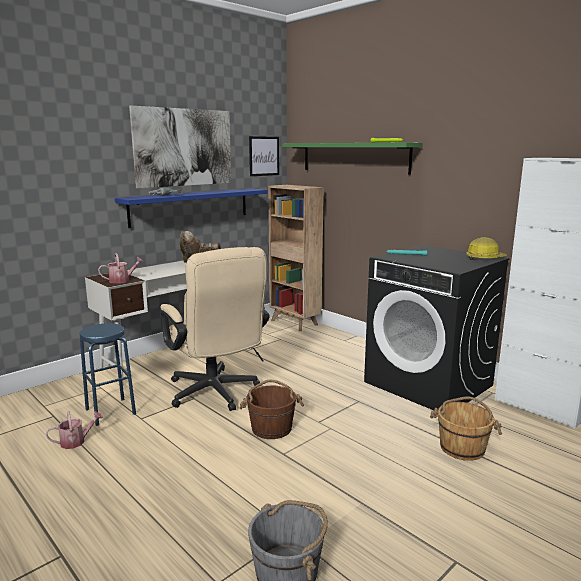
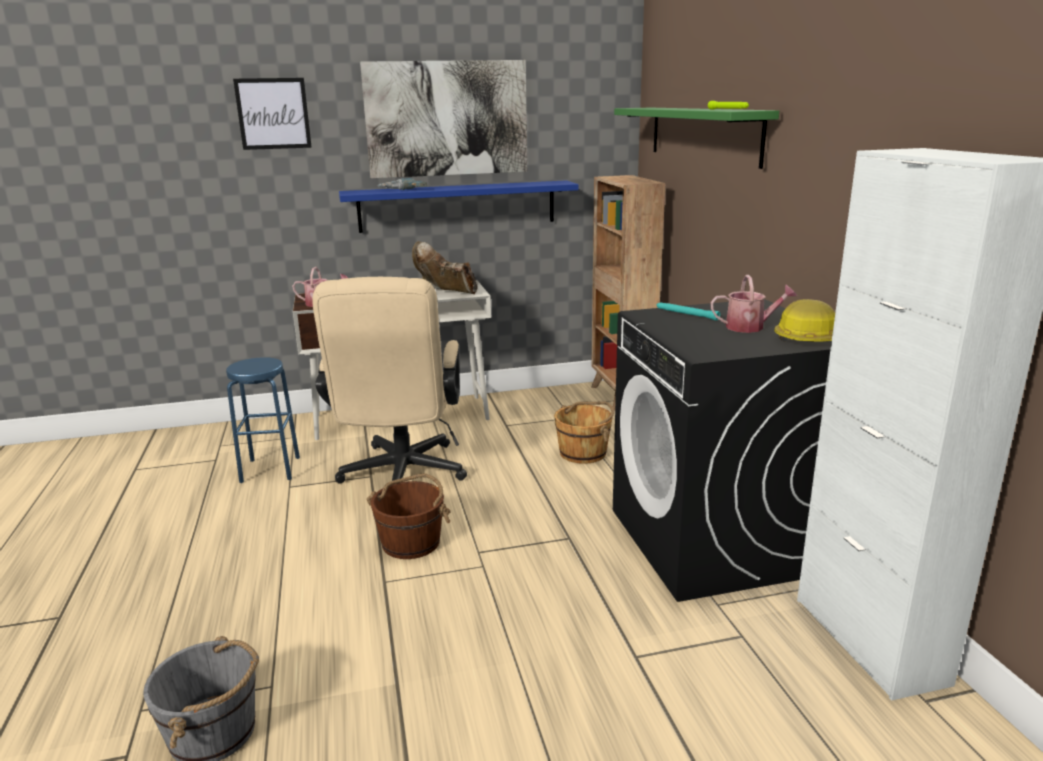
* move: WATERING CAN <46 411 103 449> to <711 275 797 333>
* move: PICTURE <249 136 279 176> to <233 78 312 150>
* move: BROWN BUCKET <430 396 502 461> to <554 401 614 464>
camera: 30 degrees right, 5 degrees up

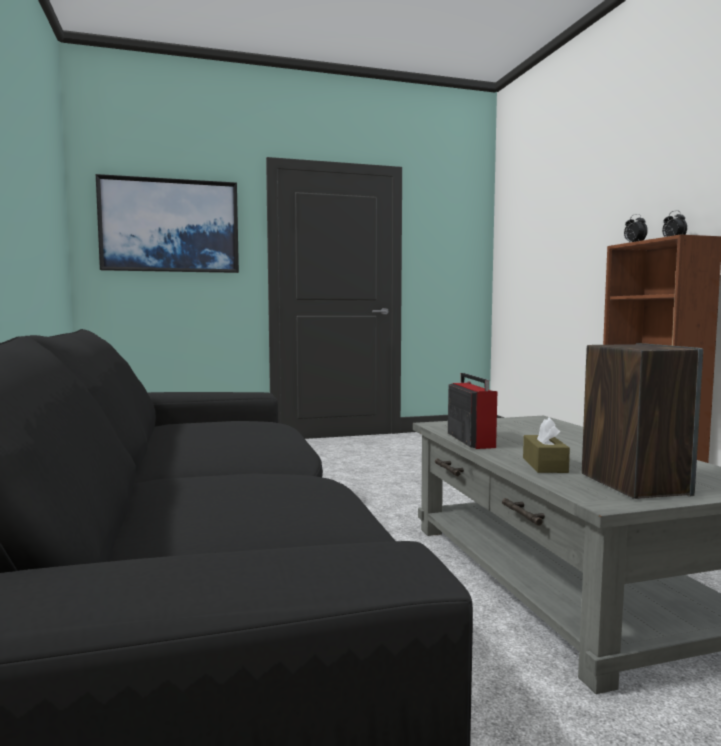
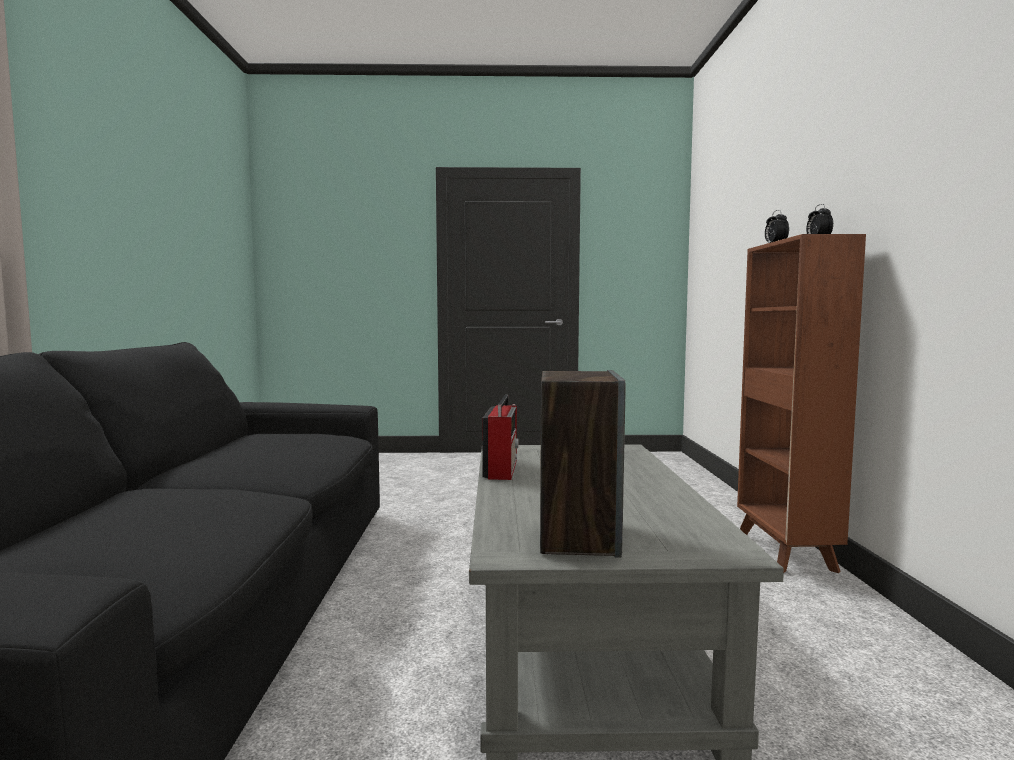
* delete: PICTURE <96 174 239 273>
* delete: BROWN TISSUE BOX <523 417 570 473>
camera: 15 degrees right, 0 degrees up

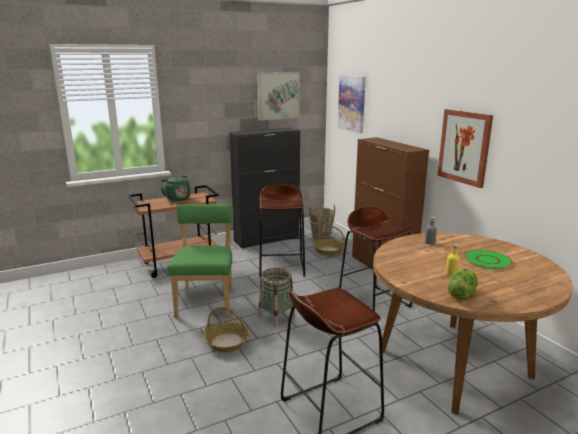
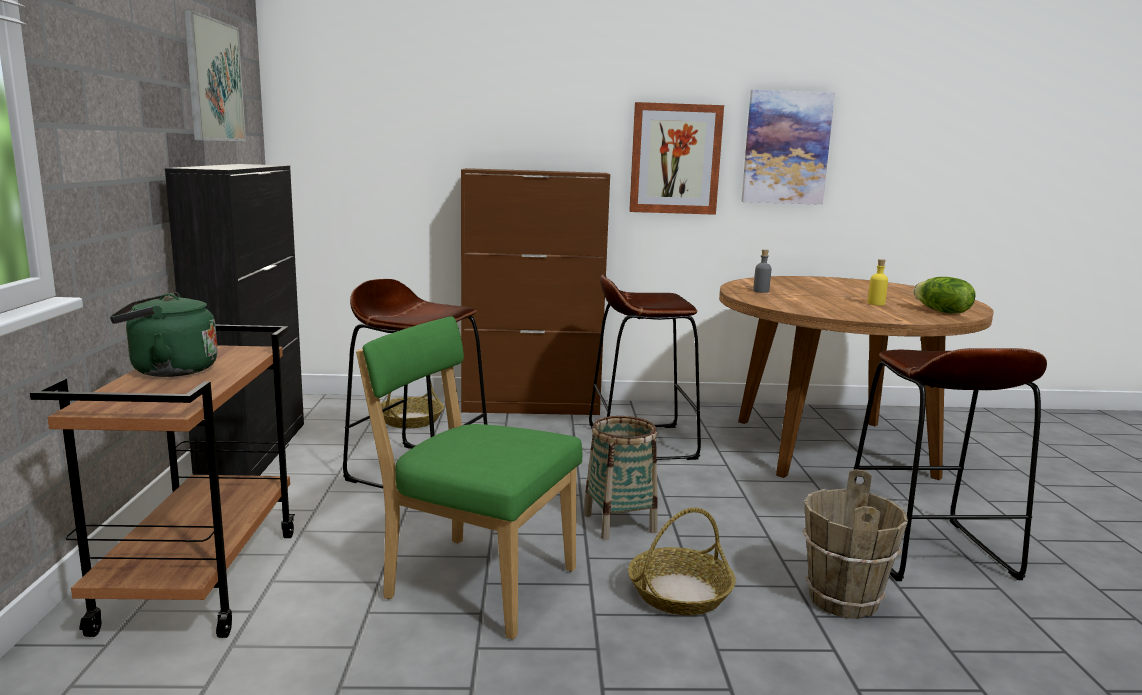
* move: BROWN BUCKET <309 205 335 240> to <803 469 908 619>
* move: PICTURE <338 75 366 133> to <741 90 835 205>
* delete: GREEN PLATE <465 250 513 269>
camera: 65 degrees left, 5 degrees down

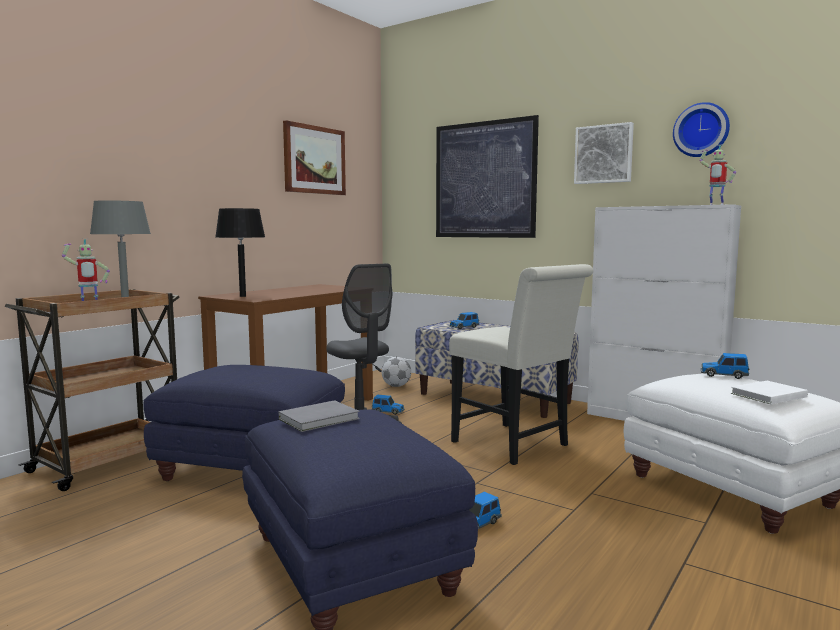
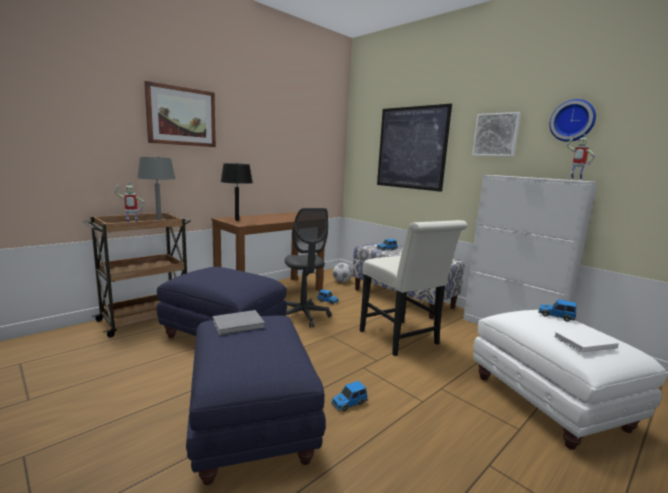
* move: PICTURE <283 120 346 195> to <144 81 216 147>
camera: 10 degrees right, 5 degrees up

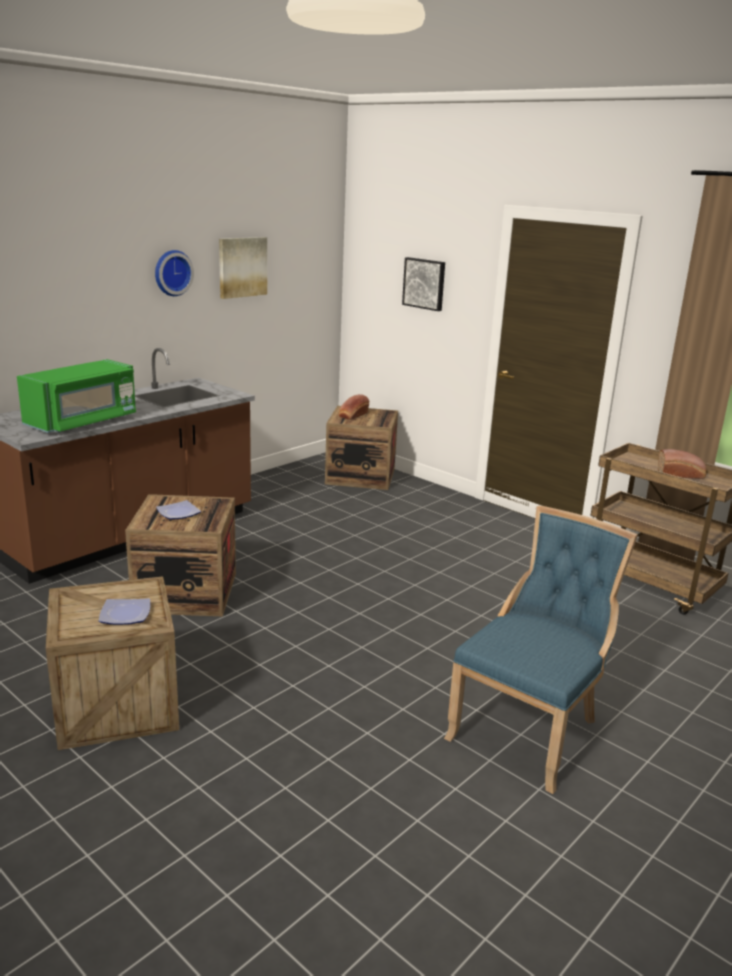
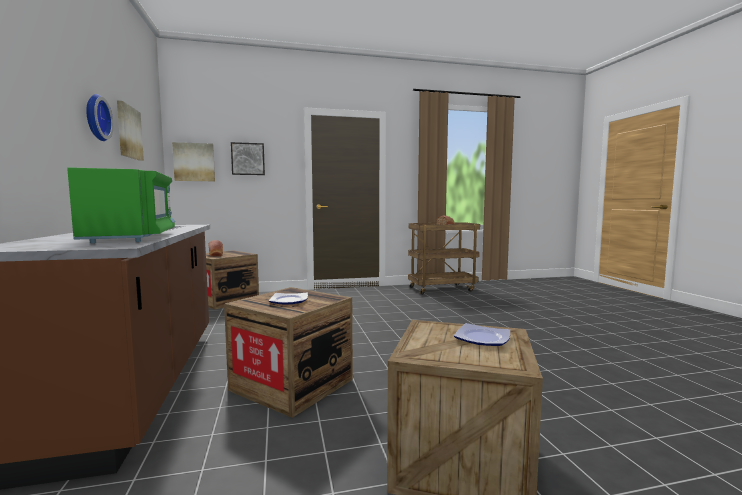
* delete: BLUE CHAIR <444 505 638 794>
* insert: PICTURE <172 142 215 181>
camera: 55 degrees left, 15 degrees down

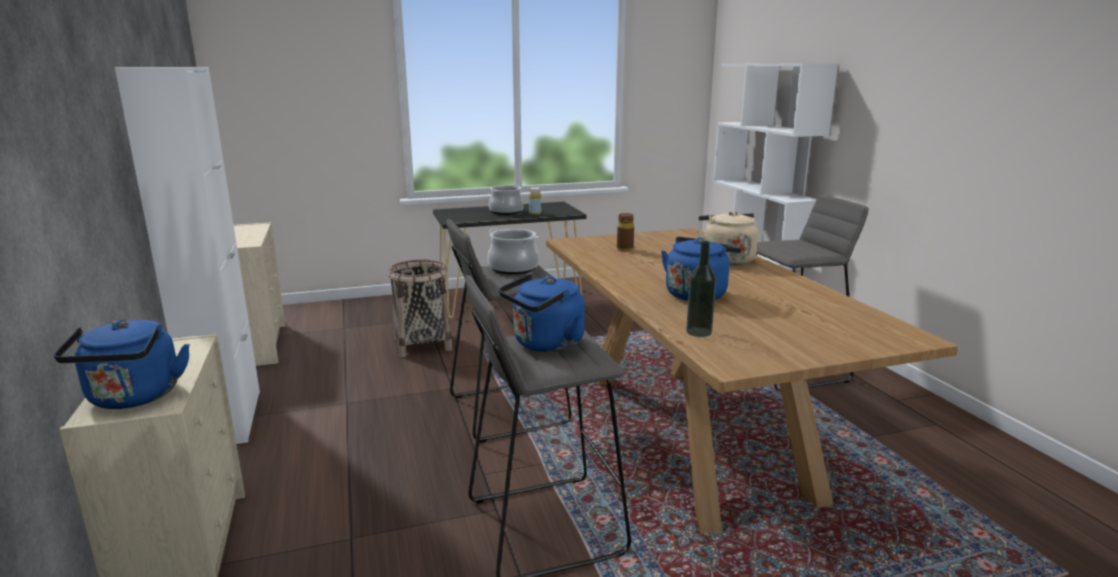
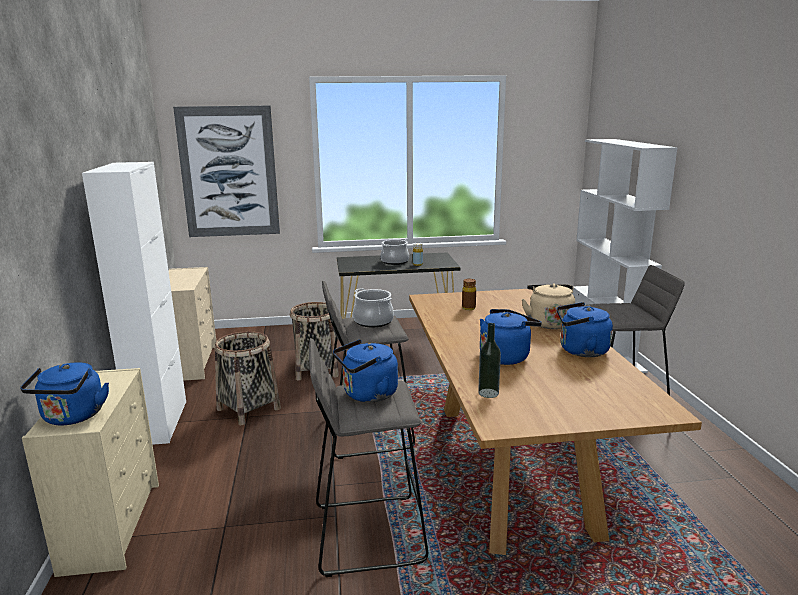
* insert: PICTURE <173 105 280 237>
* insert: BASKET <214 331 281 425>
* insert: BLUE KETTLE <557 302 613 357>
camera: 10 degrees right, 0 degrees up

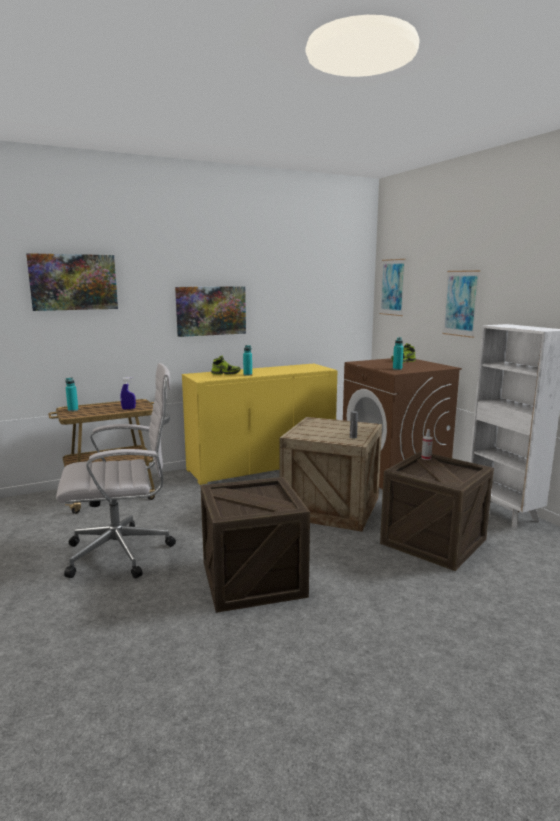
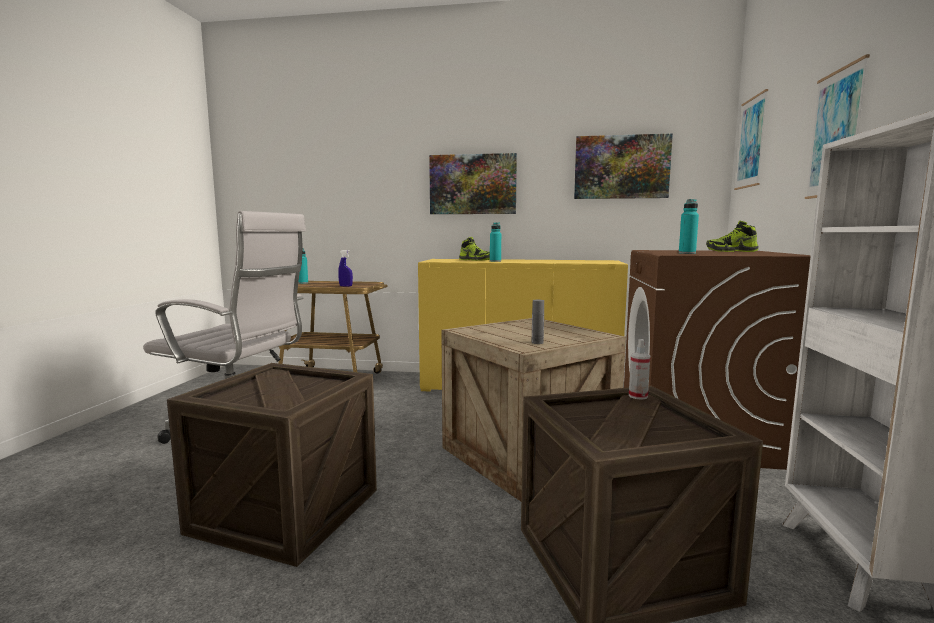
* move: PICTURE <26 253 118 311> to <574 133 673 199>
camera: 35 degrees right, 5 degrees down

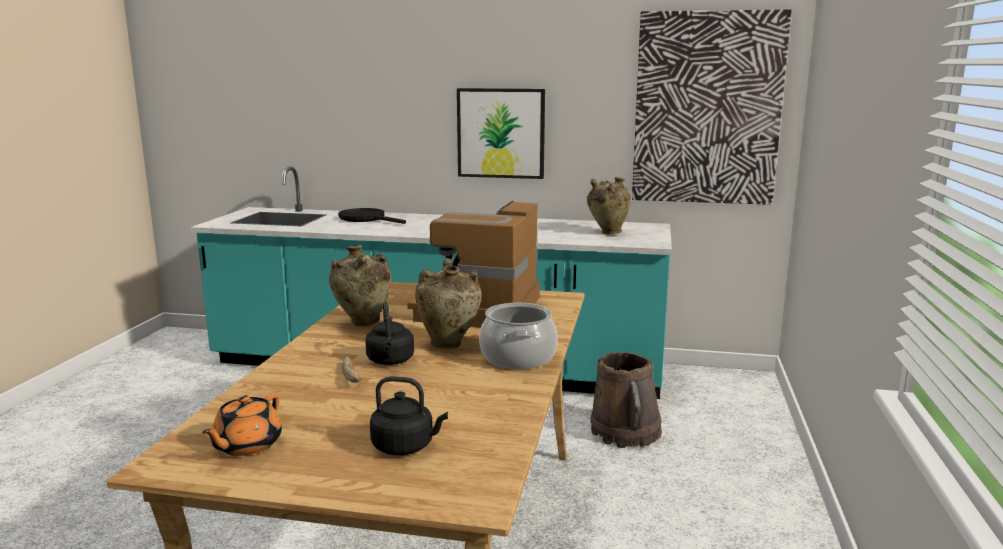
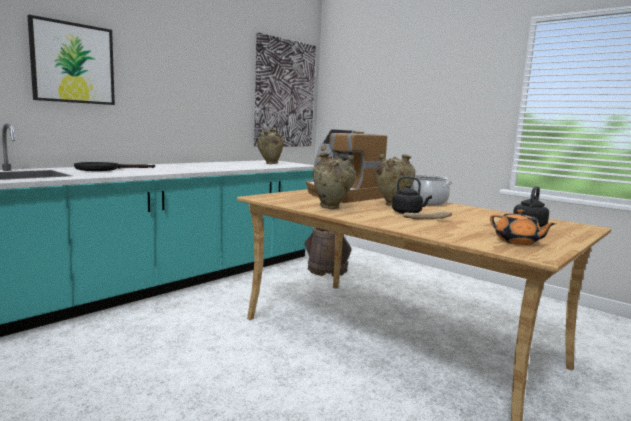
* move: PICTURE <457 88 545 179> to <27 15 115 105>
camera: 60 degrees left, 5 degrees down

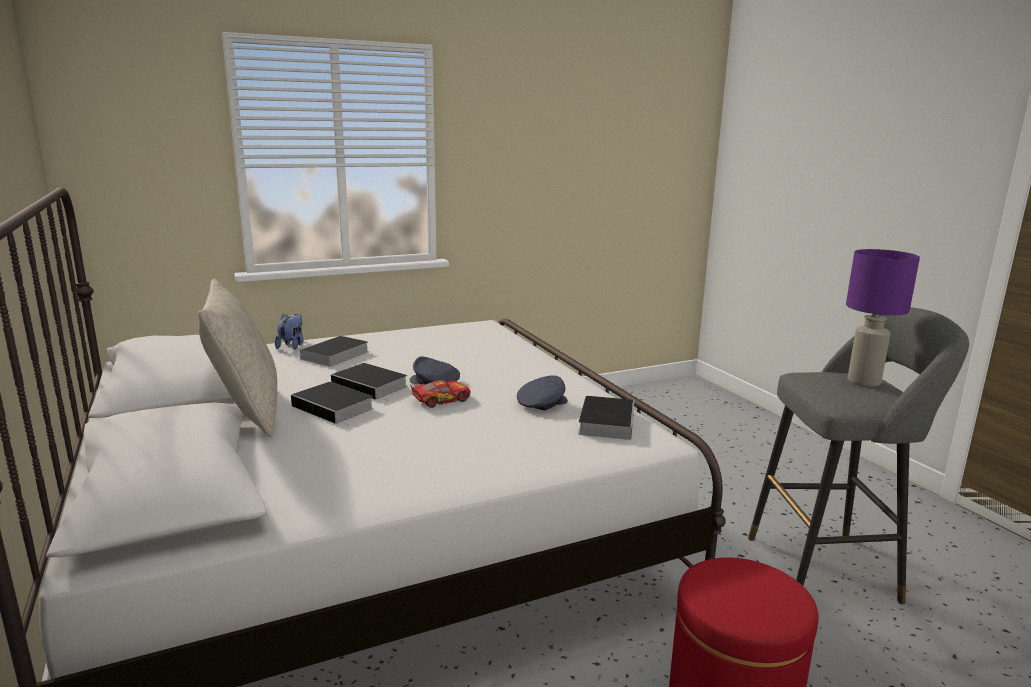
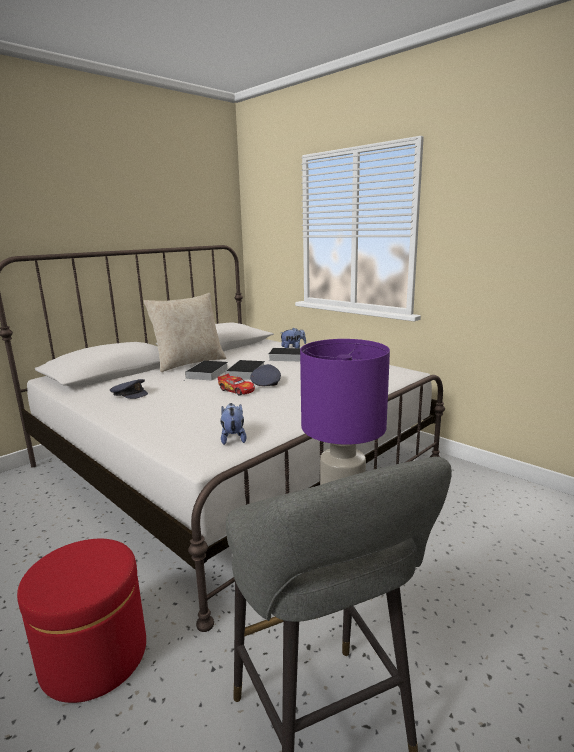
* move: GREY CAP <517 375 568 410> to <110 379 148 399>
* replace: BOOK <578 396 635 440> to PLUSH TOY <220 403 247 445>
camera: 70 degrees right, 0 degrees up

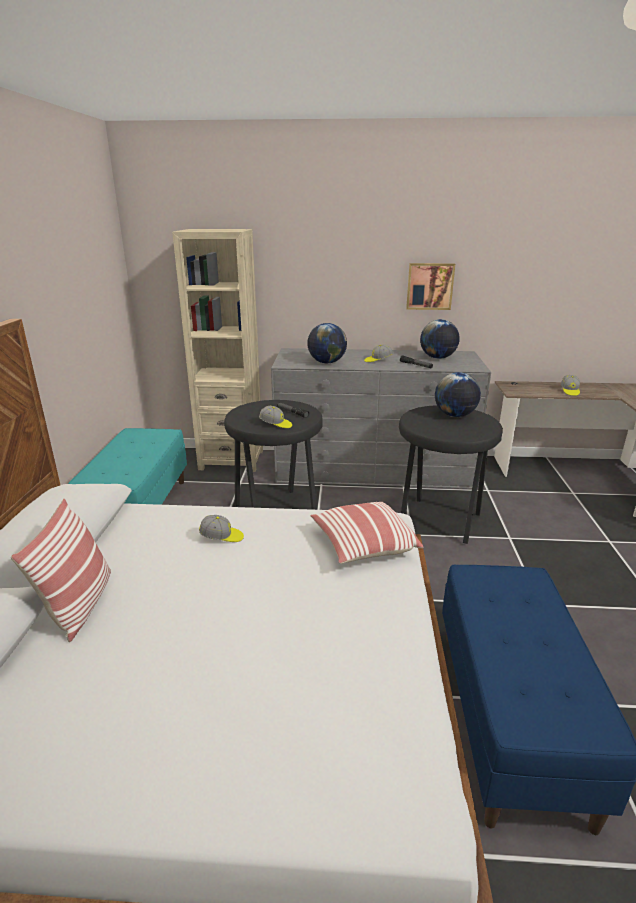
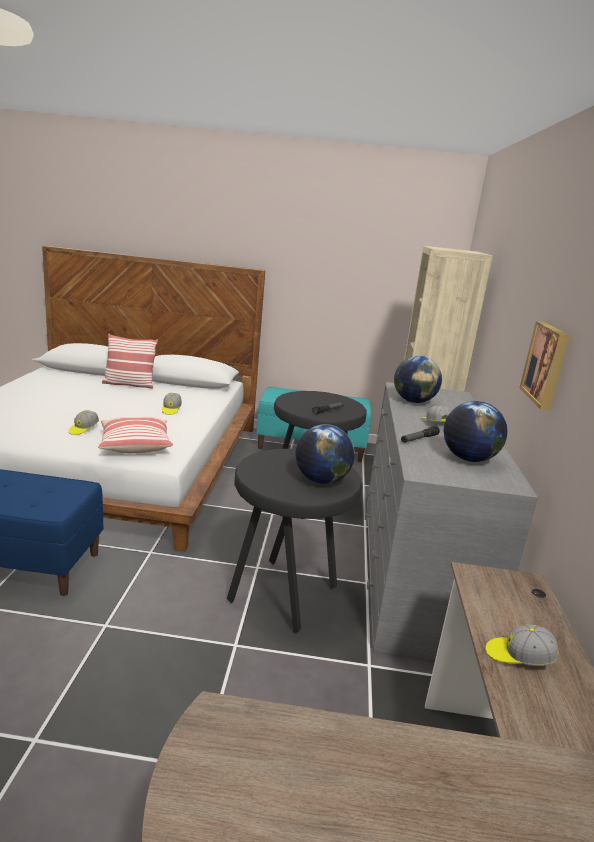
* move: CAP <259 406 292 428> to <69 410 99 435>
camera: 90 degrees right, 5 degrees down

